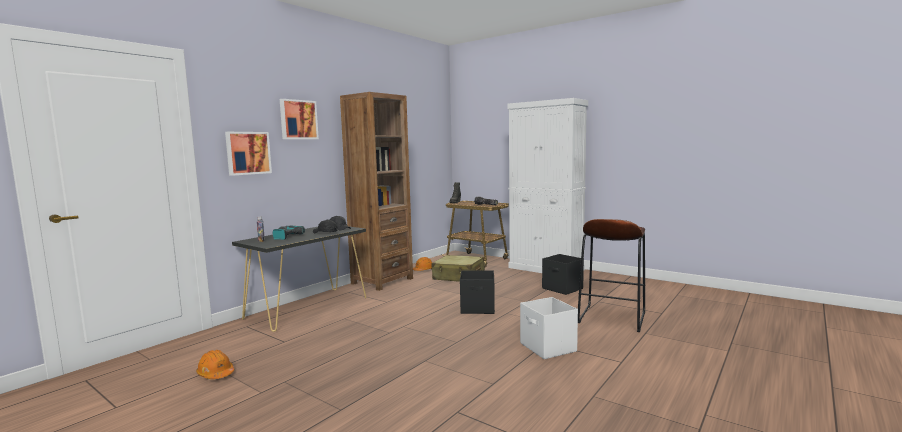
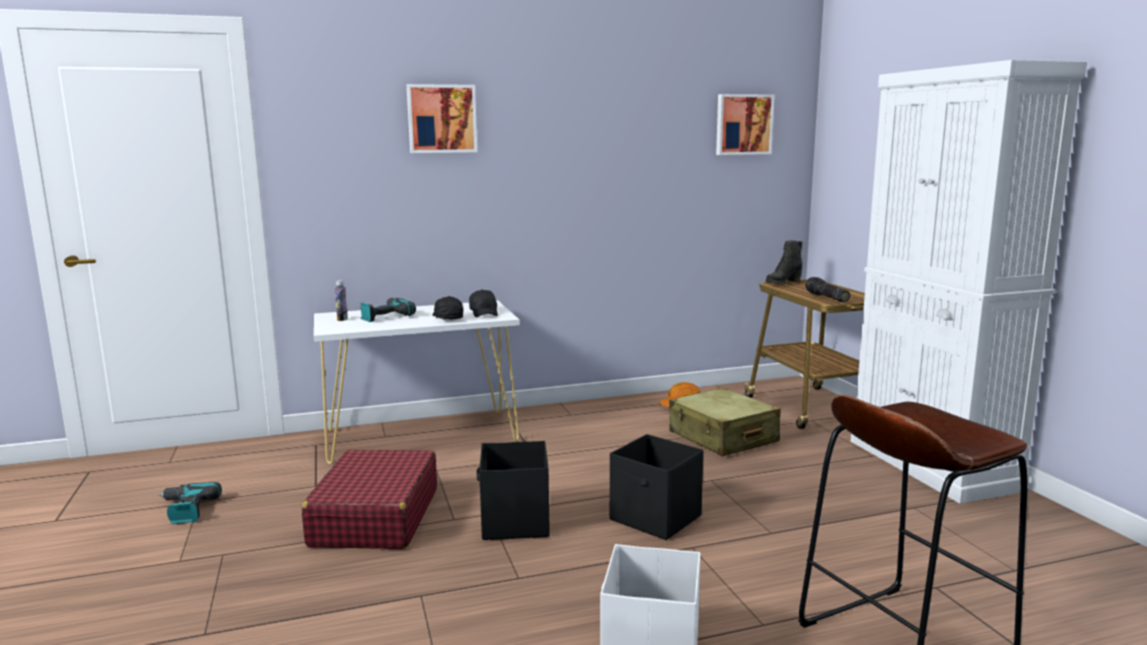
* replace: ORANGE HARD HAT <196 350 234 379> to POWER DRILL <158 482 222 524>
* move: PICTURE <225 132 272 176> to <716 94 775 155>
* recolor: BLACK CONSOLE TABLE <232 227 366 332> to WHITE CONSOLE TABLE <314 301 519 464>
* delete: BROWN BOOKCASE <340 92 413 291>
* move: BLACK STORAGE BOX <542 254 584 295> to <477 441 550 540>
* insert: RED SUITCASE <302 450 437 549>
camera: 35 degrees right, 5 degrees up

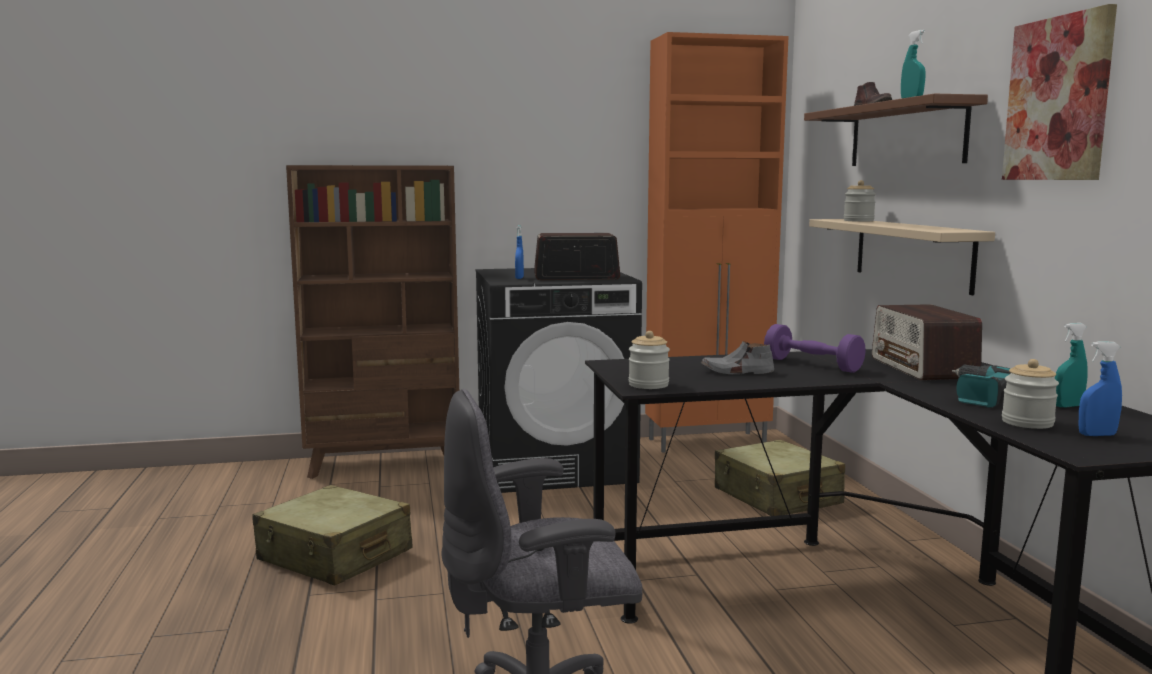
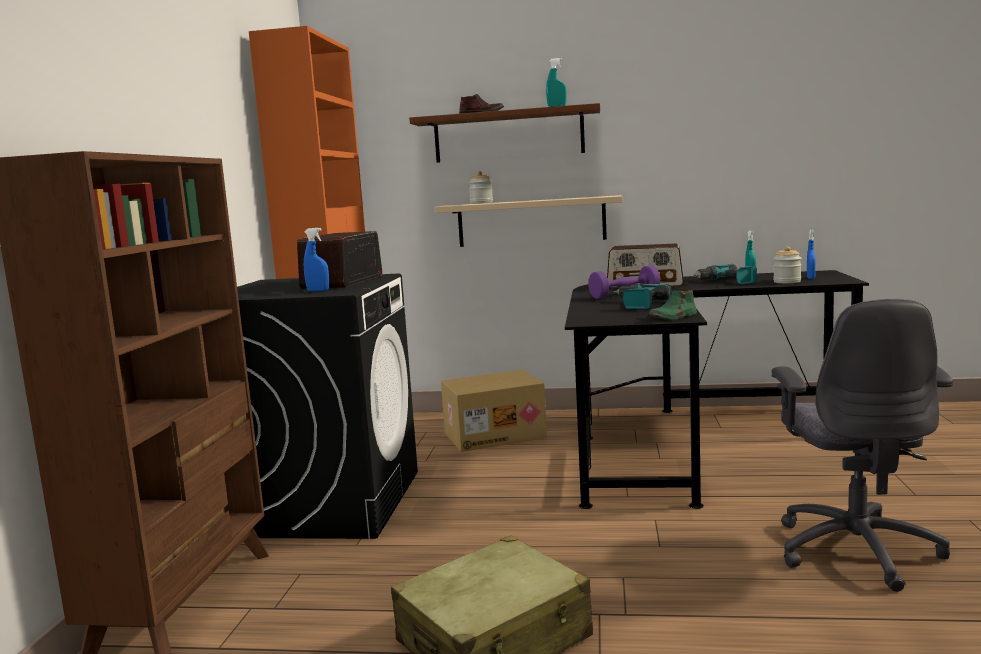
* replace: JAR <629 331 670 389> to GREEN SHOE <648 290 697 319>
* replace: GREY SHOE <701 341 774 375> to POWER DRILL <614 283 672 310>
* replace: BEIGE SUITCASE <715 440 845 516> to CARDBOARD BOX <441 370 547 452>
* delete: PICTURE <1002 4 1117 180>
camera: 70 degrees left, 0 degrees up

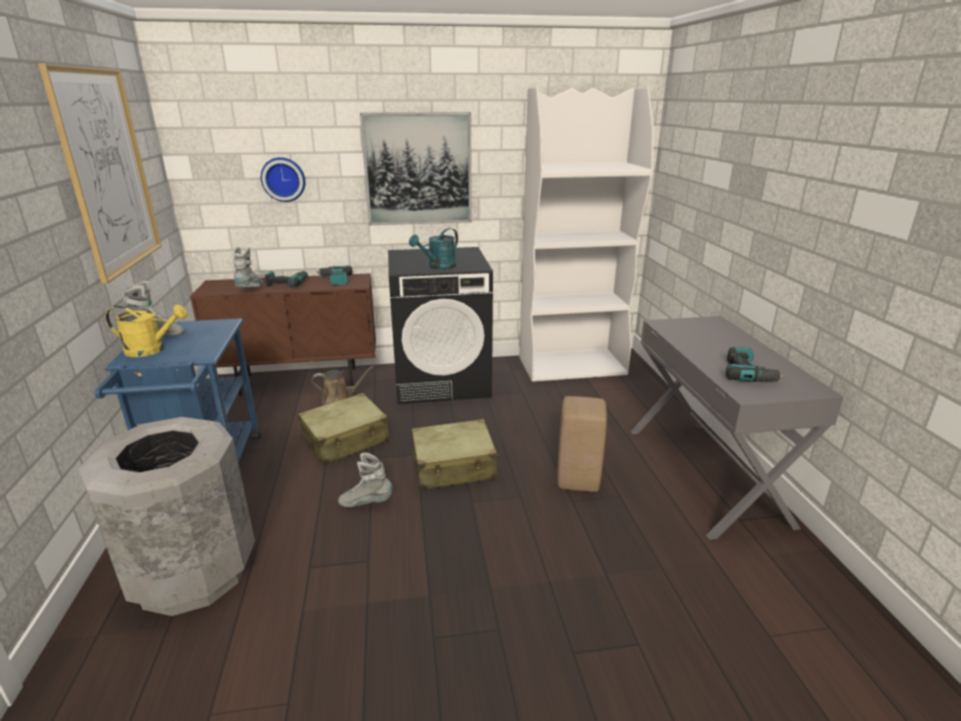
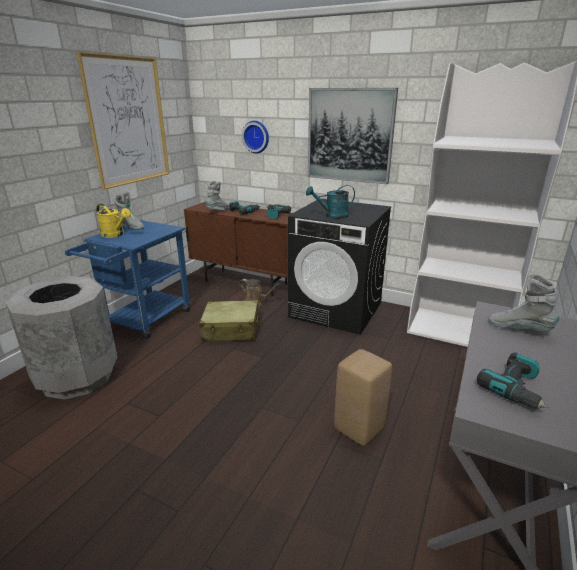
* move: GREY BOOT <338 453 393 507> to <488 273 559 331>
* delete: BEIGE SUITCASE <412 419 499 490>
camera: 35 degrees right, 0 degrees up

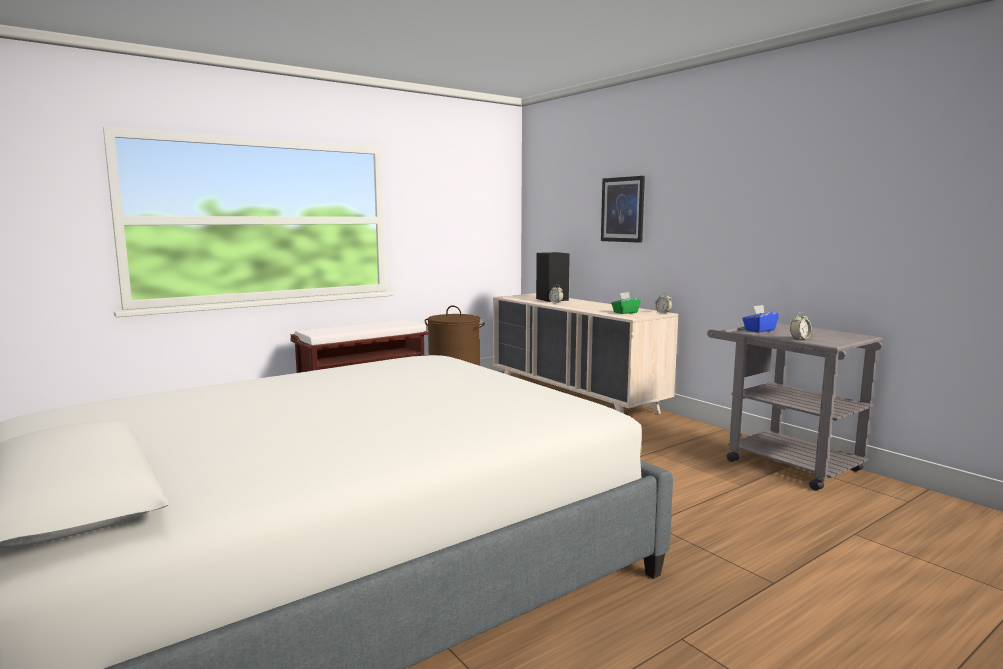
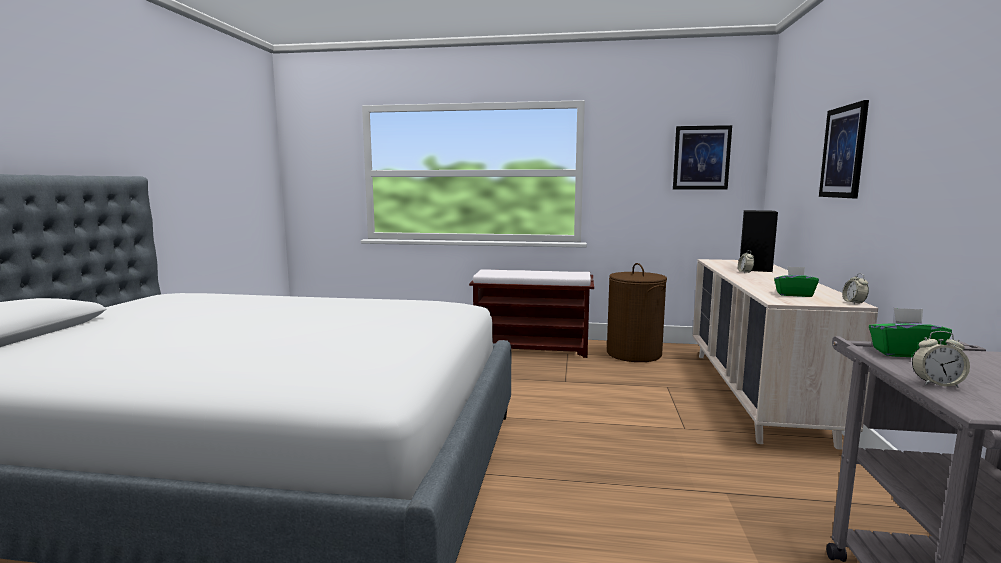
* recolor: BLUE TISSUE BOX <742 305 779 332> to GREEN TISSUE BOX <869 308 952 357>
* insert: PICTURE <673 125 732 190>
camera: 45 degrees right, 0 degrees up

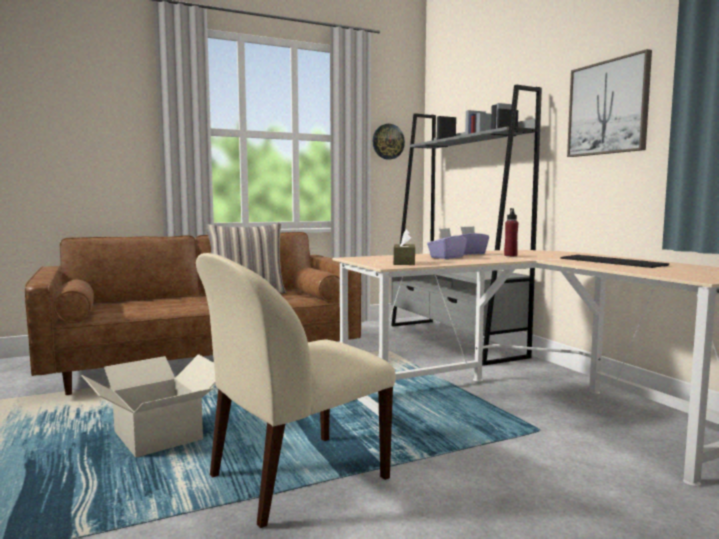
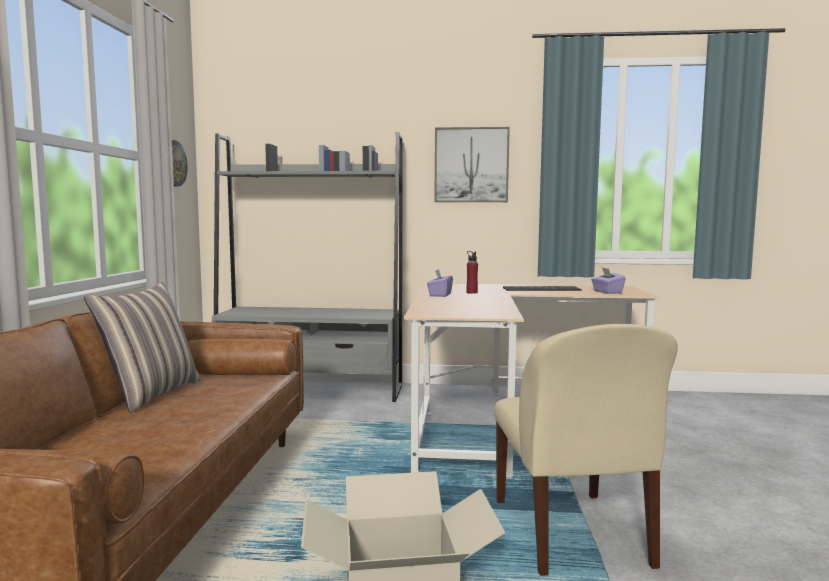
* delete: BROWN TISSUE BOX <393 229 415 265>
* move: PURPLE TISSUE BOX <427 228 467 259> to <591 268 626 294>
camera: 60 degrees left, 0 degrees up

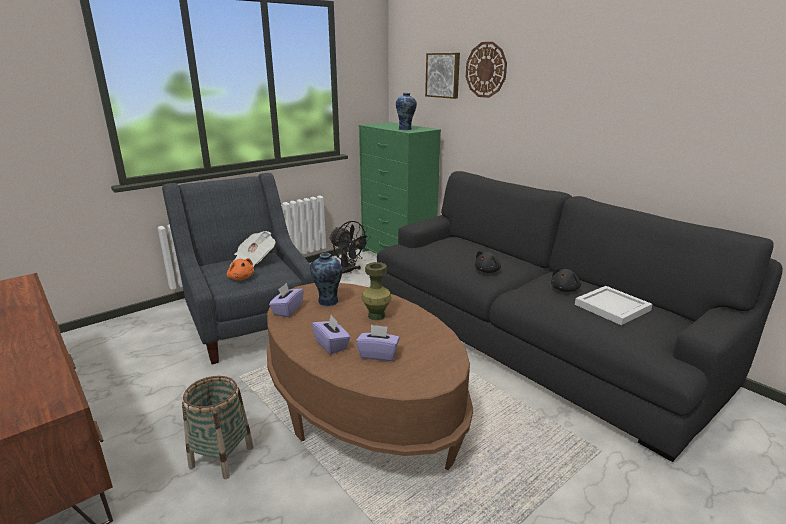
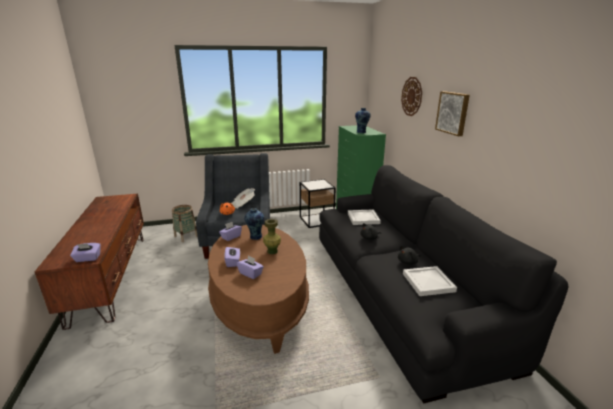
* move: BASKET <182 376 254 479> to <172 205 198 242>
* replace: BLACK FAN <329 221 371 274> to SIDE TABLE <300 179 336 228>
* move: PICTURE <425 53 460 99> to <435 91 470 136>
* insert: PURPLE TISSUE BOX <70 243 101 262>
* insert: WHITE TRAY <348 209 381 225>
camera: 25 degrees right, 0 degrees up

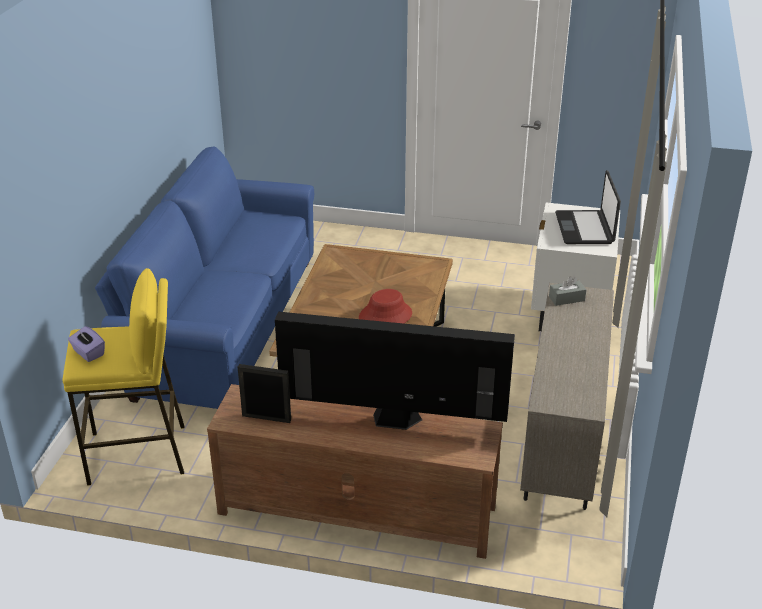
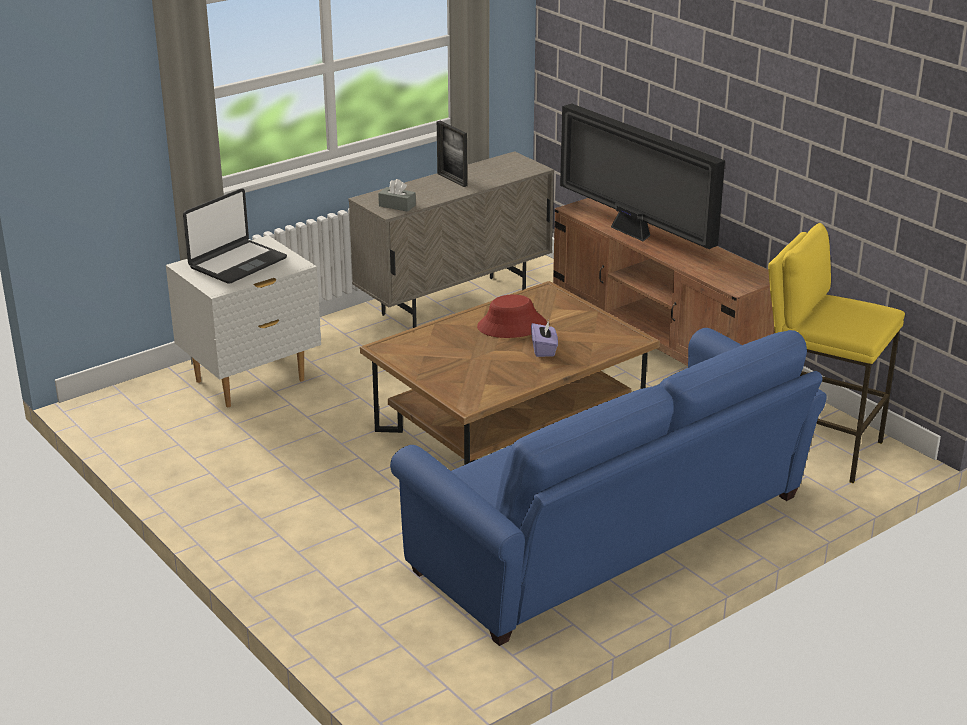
* move: PURPLE TISSUE BOX <68 326 105 362> to <531 320 558 357>
* move: PICTURE FRAME <238 364 291 423> to <437 121 467 187>
camera: 140 degrees left, 5 degrees down

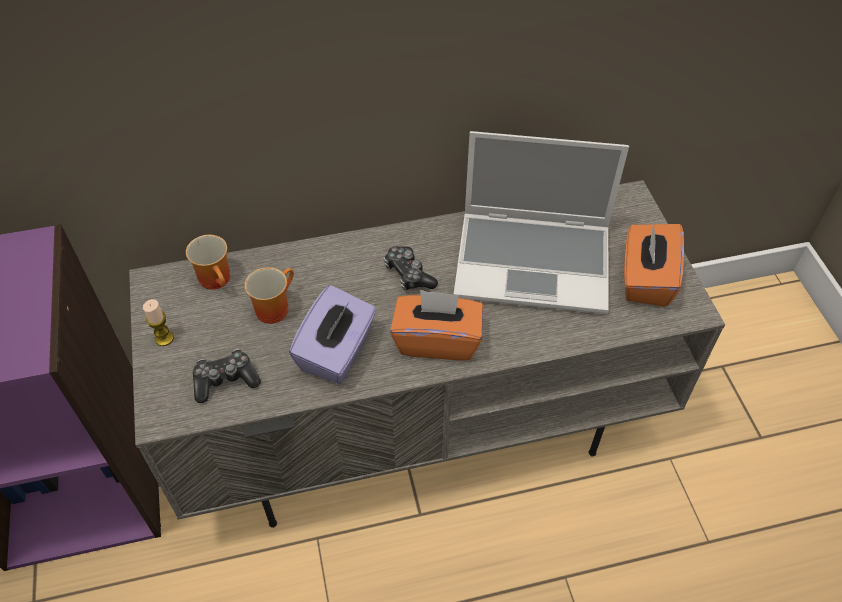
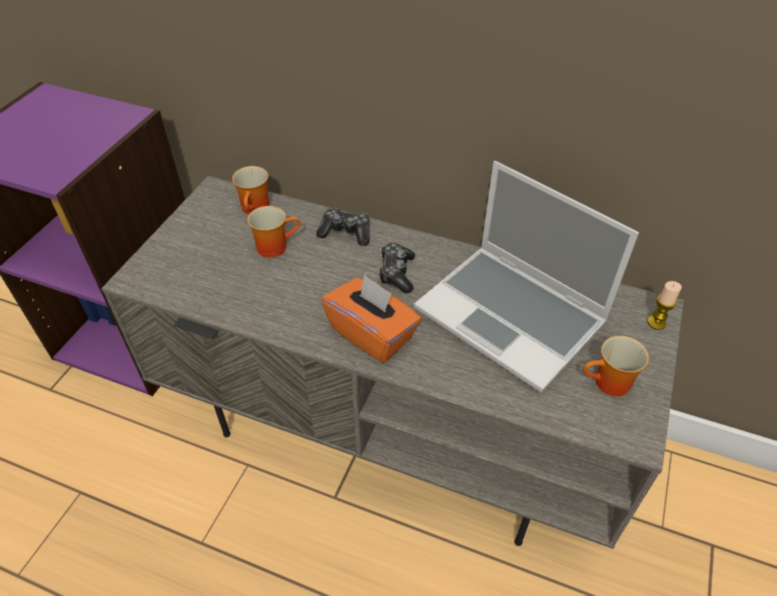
* move: CANDLE <143 299 174 346> to <647 281 682 330>
* move: GAME CONTROLLER <193 349 261 403> to <316 208 369 246>
* delete: PURPLE TISSUE BOX <289 285 376 384>
* replace: ORANGE TISSUE BOX <624 223 684 307> to MUG <583 336 649 396>
camera: 35 degrees right, 5 degrees down

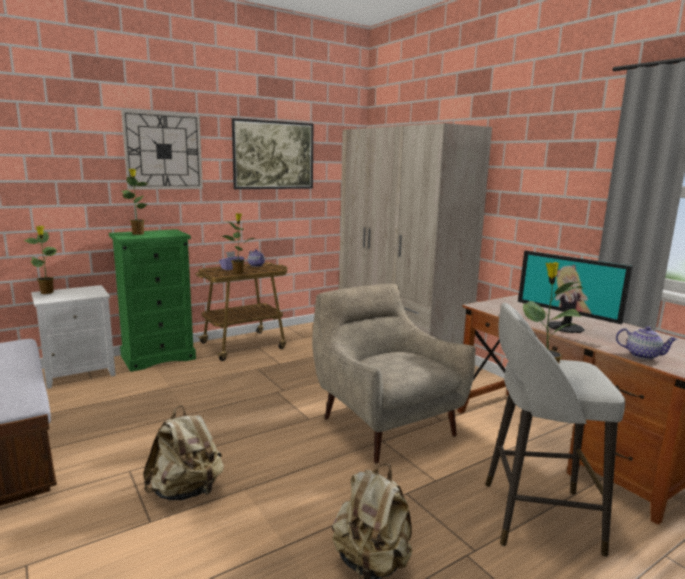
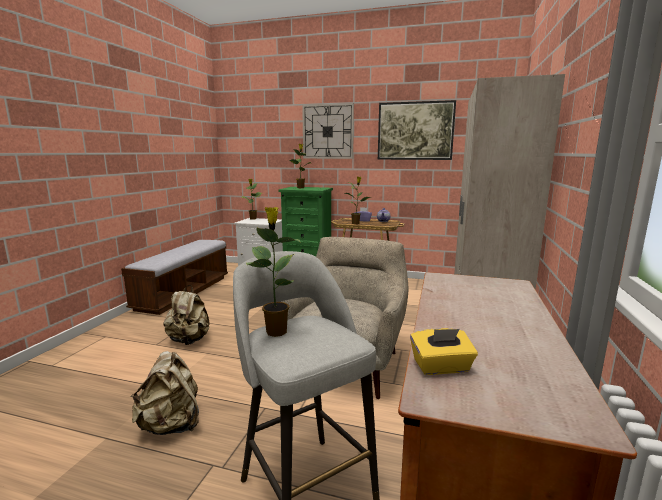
* delete: MONITOR <518 251 633 333>
* replace: TEAPOT <616 326 678 360> to YELLOW TISSUE BOX <410 328 478 375>
camera: 50 degrees right, 0 degrees up

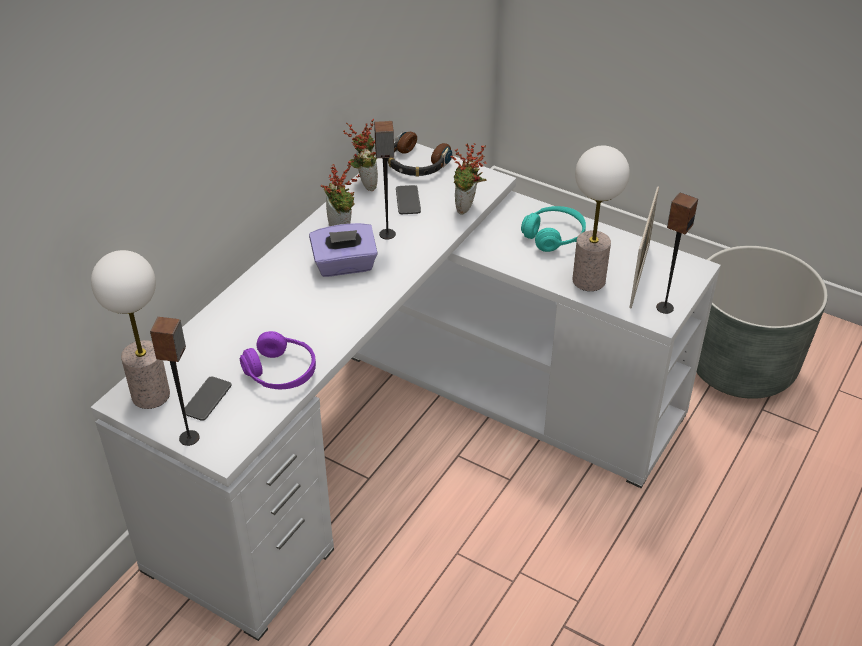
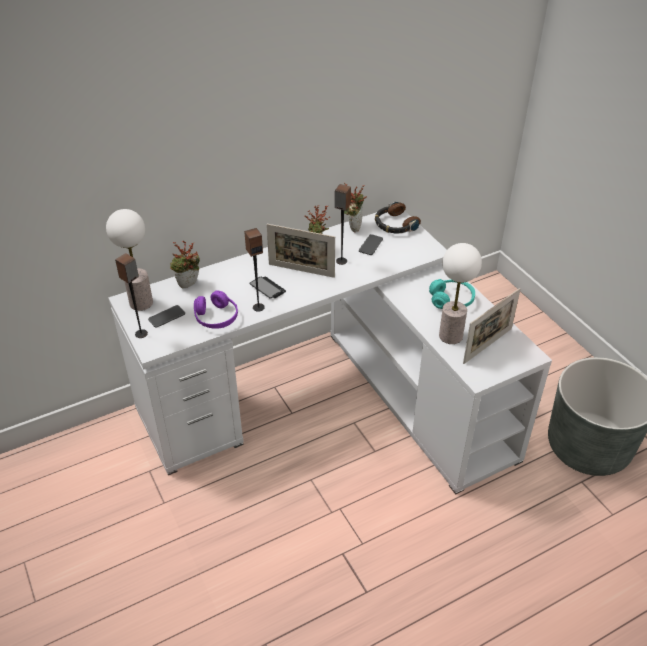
* replace: PURPLE TISSUE BOX <309 223 378 277> to PICTURE FRAME <266 224 335 278>
* move: POTTED PLANT <450 143 487 215> to <170 240 200 288>
* move: SPEAKER <656 192 698 314> to <244 228 265 312>
* insert: PHONE <249 277 286 298>
camera: 30 degrees right, 0 degrees up

